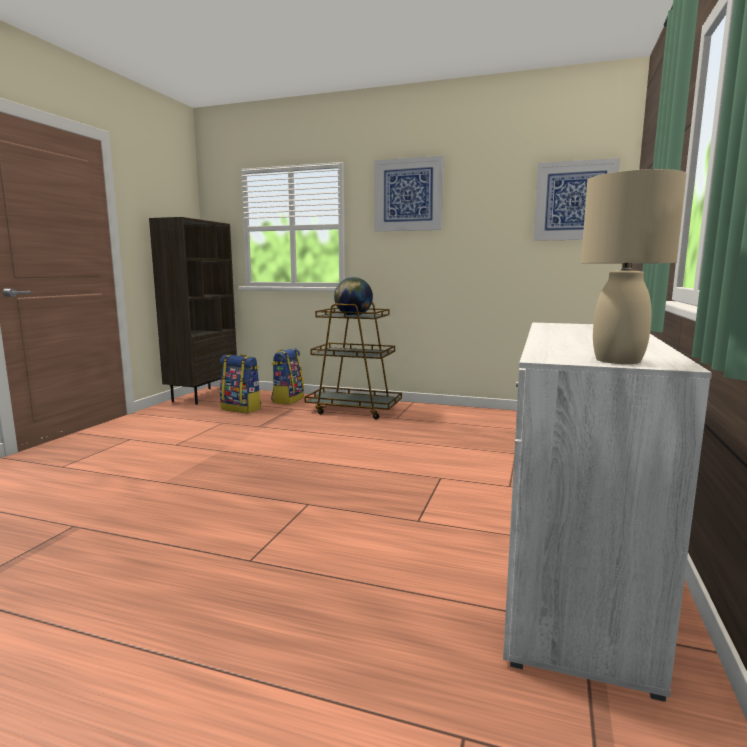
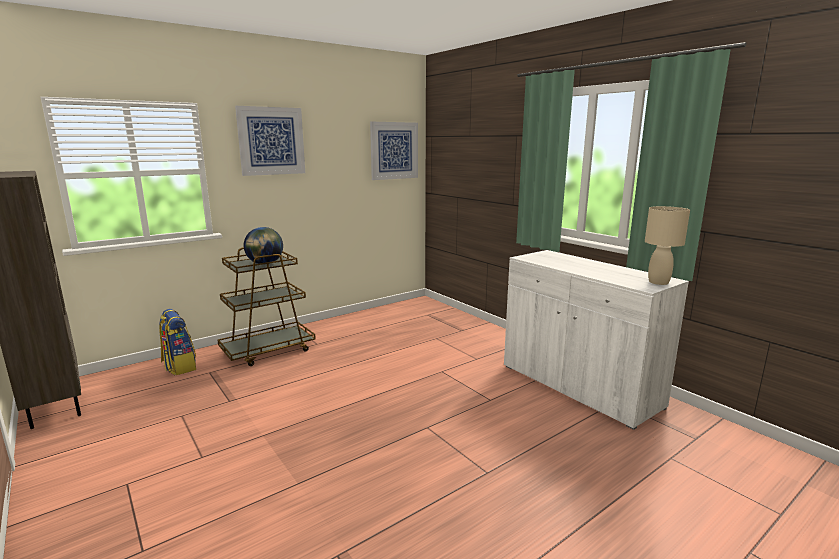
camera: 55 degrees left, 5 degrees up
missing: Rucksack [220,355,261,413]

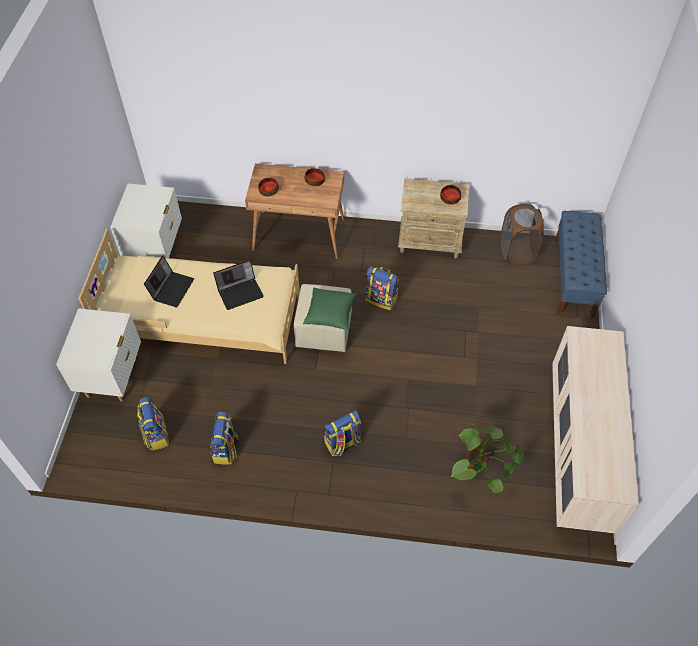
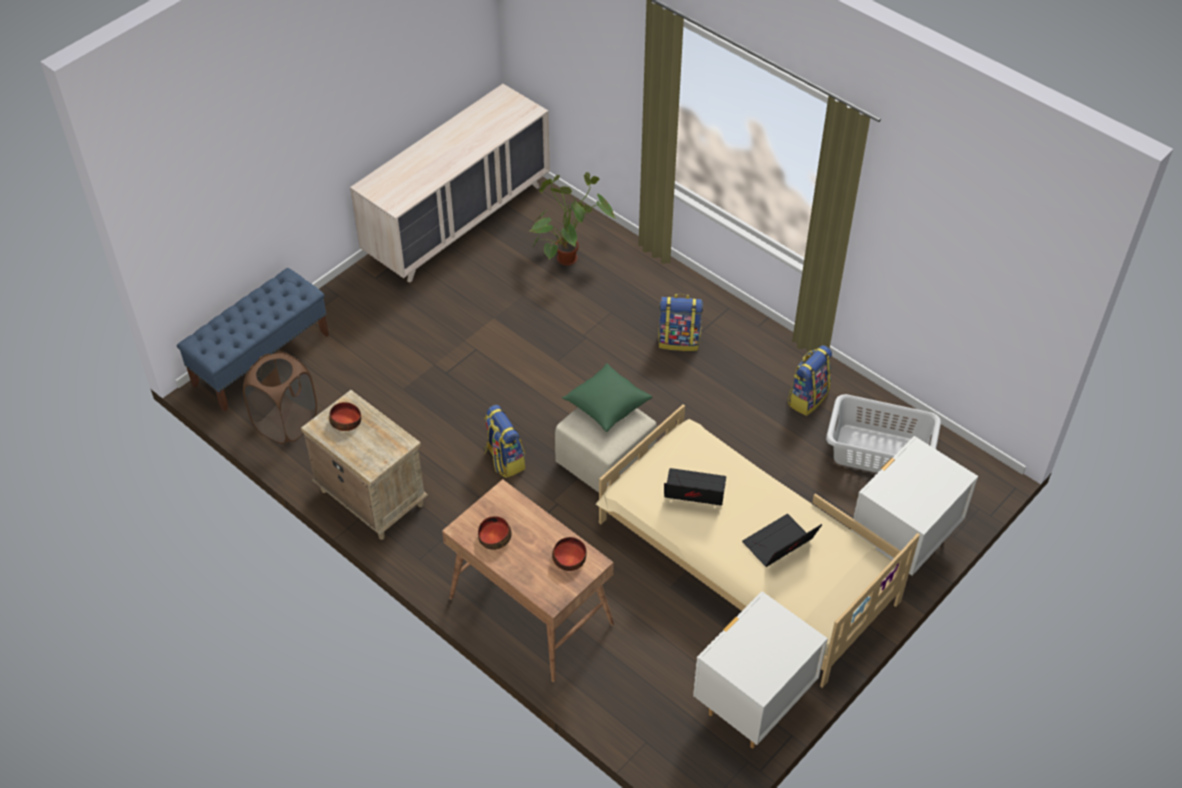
camera: 145 degrees left, 5 degrees down
exchanged: Rucksack [137,397,169,451] to Wäschekorb/grau [826,394,941,473]

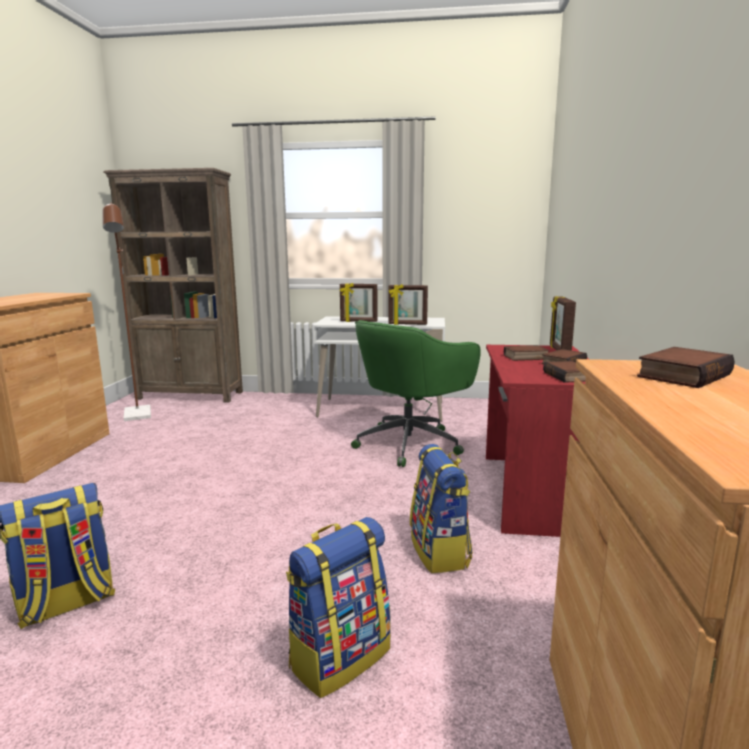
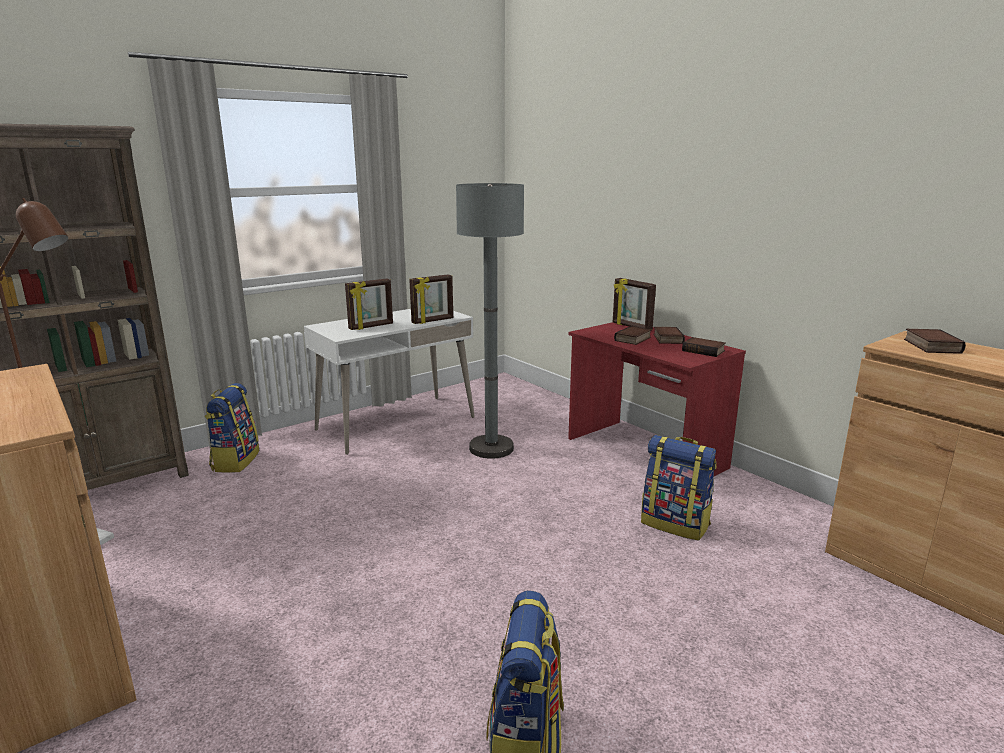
camera: 45 degrees left, 5 degrees up
relocated: Rucksack [286,517,391,698] to [205,383,259,472]
exchanged: Bürostuhl/grün [351,320,481,467] to Stehlampe/grau [456,183,524,459]

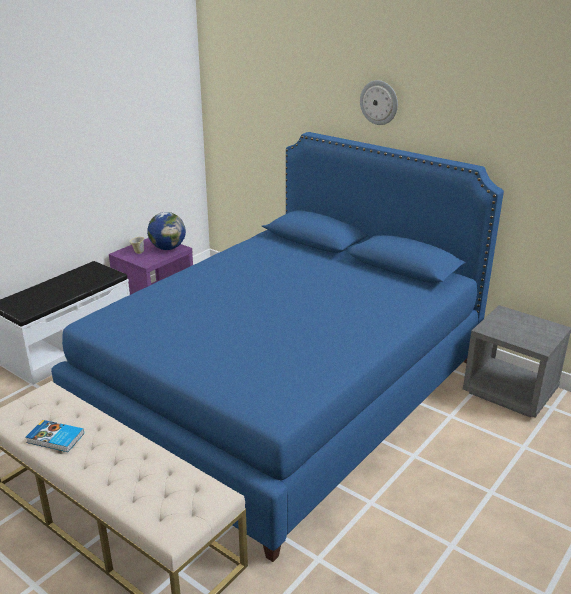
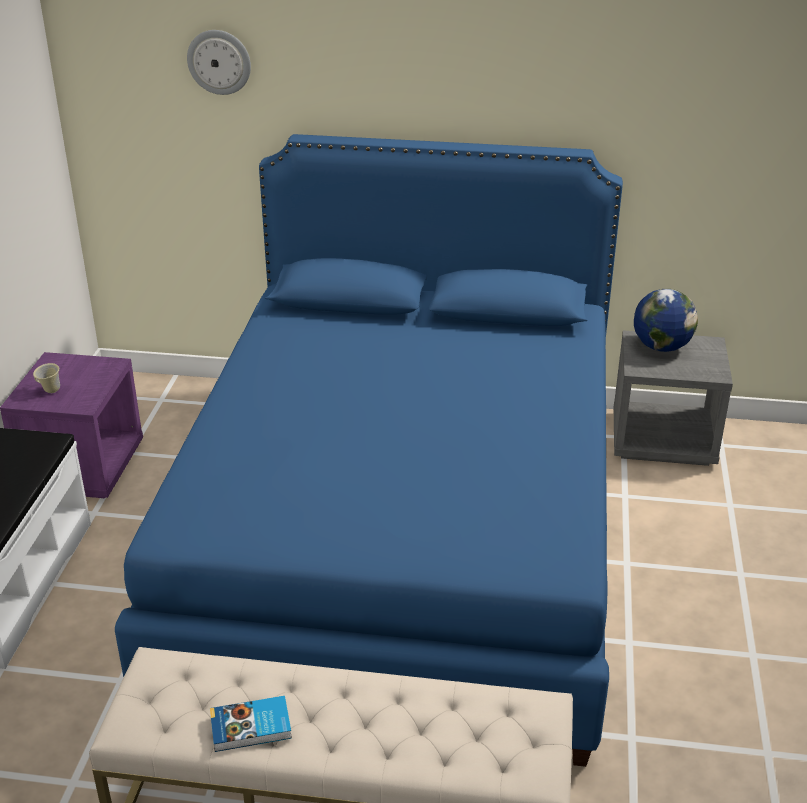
camera: 30 degrees left, 5 degrees up
relocated: Wanduhr [360,80,398,125] to [187,30,251,95]; Globus [147,212,186,250] to [634,289,698,352]

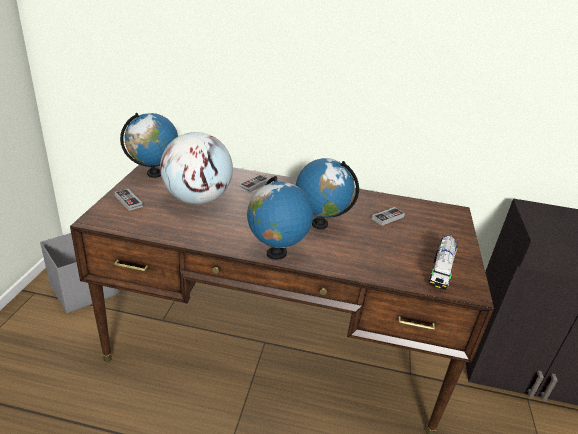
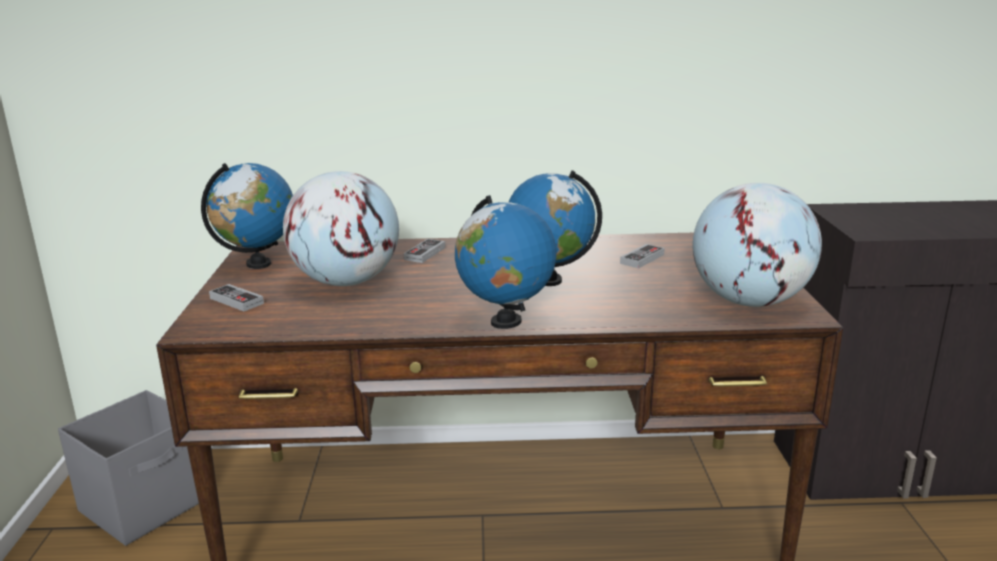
camera: 10 degrees left, 10 degrees down
exchanged: Spielzeuglaster [429,234,459,290] to Globus [693,183,822,307]

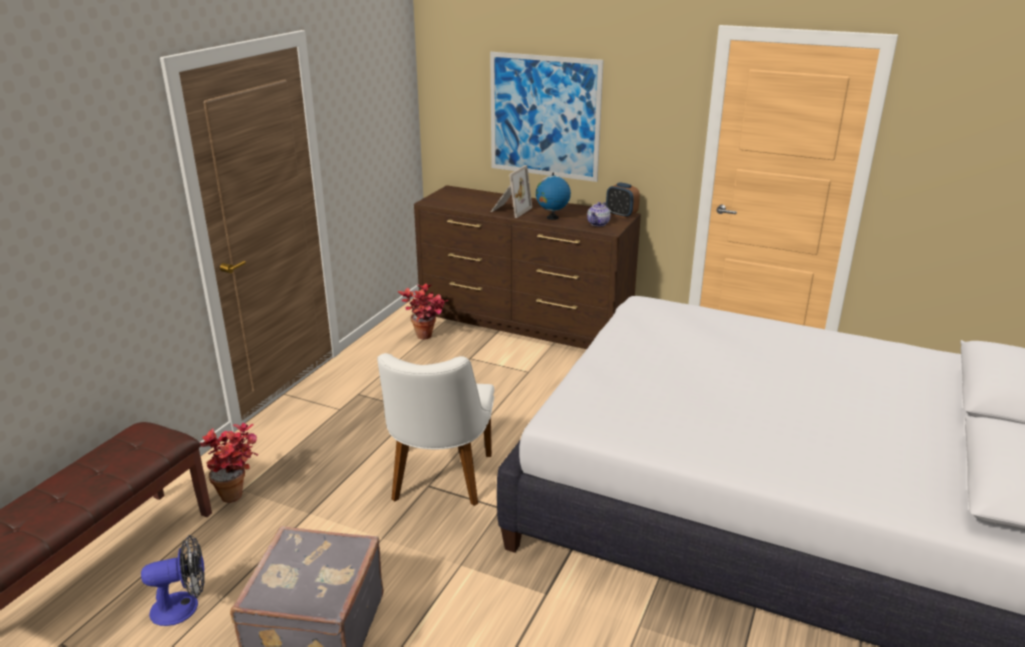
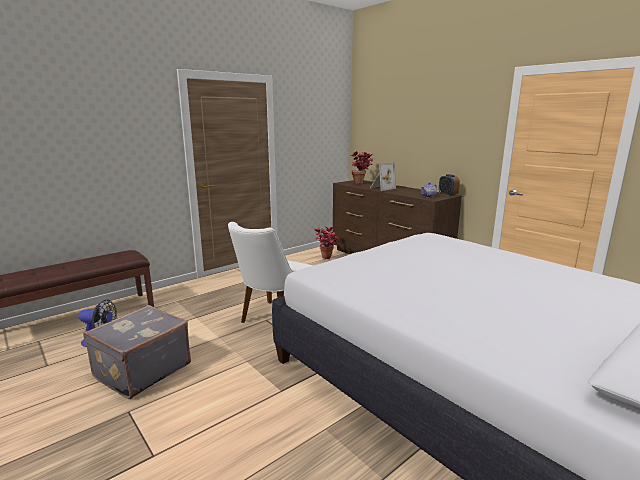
camera: 25 degrees right, 10 degrees down
missing: Bild [490,52,604,182]; Globus [536,173,571,220]
relocated: Topfpflanze [200,423,258,503] to [350,151,373,184]

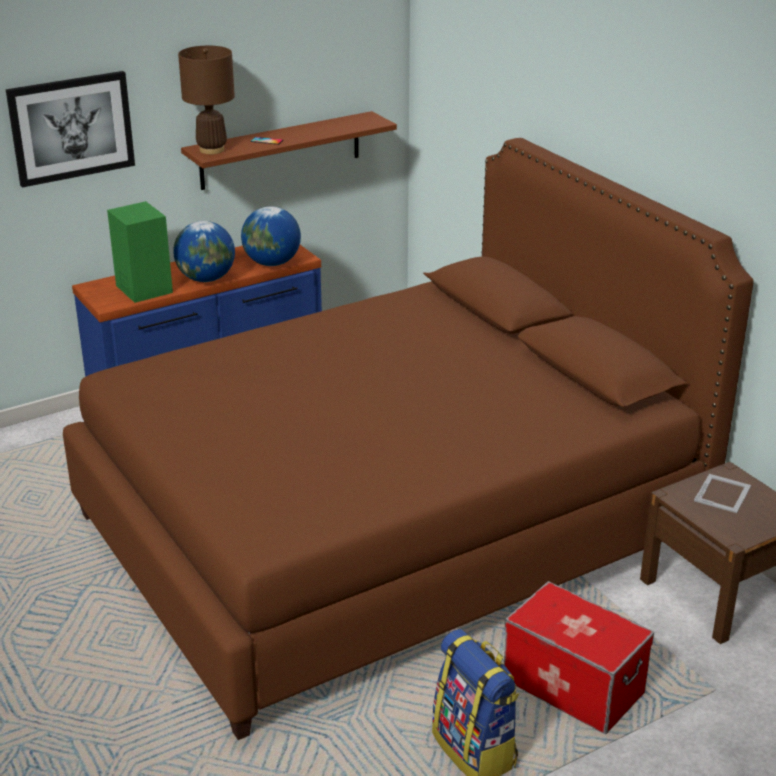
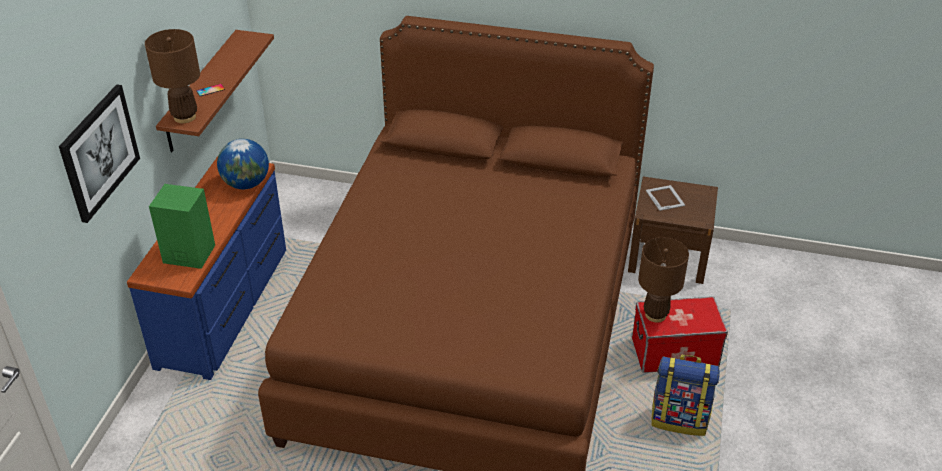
camera: 45 degrees left, 10 degrees up
missing: Globus [173,221,235,282]
appeared: Tischlampe/braun [638,237,689,323]

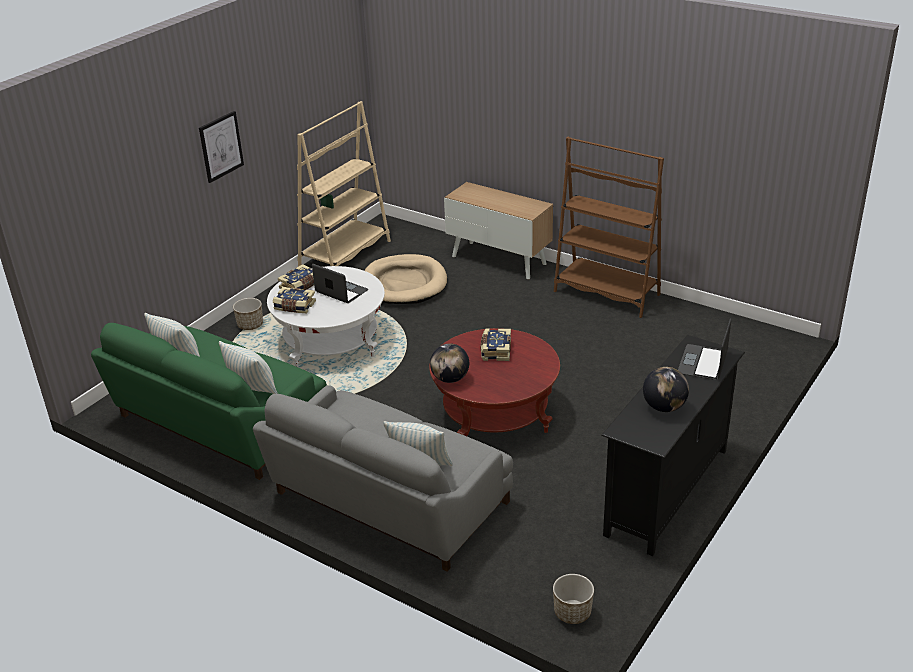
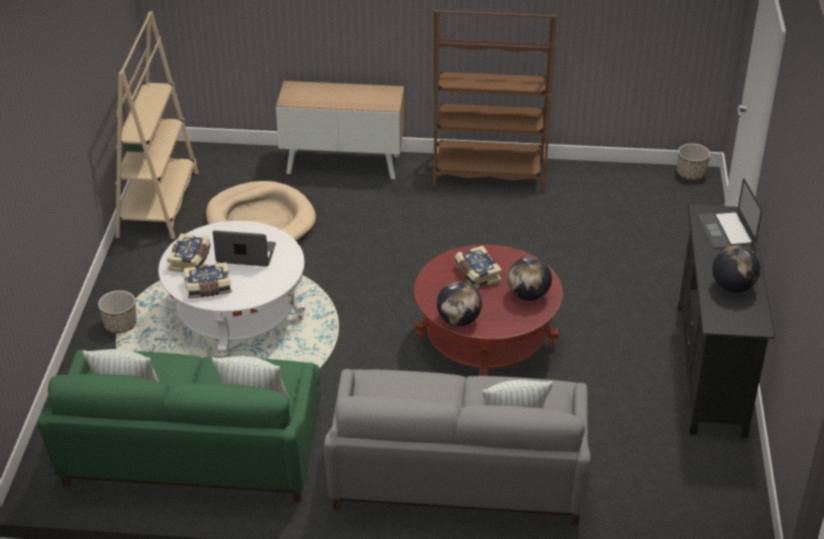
camera: 30 degrees left, 5 degrees up
missing: Bild [199,111,244,183]
appeared: Globus [508,257,552,301]
relocated: Pflanzkübel [553,574,594,624] to [677,144,710,180]

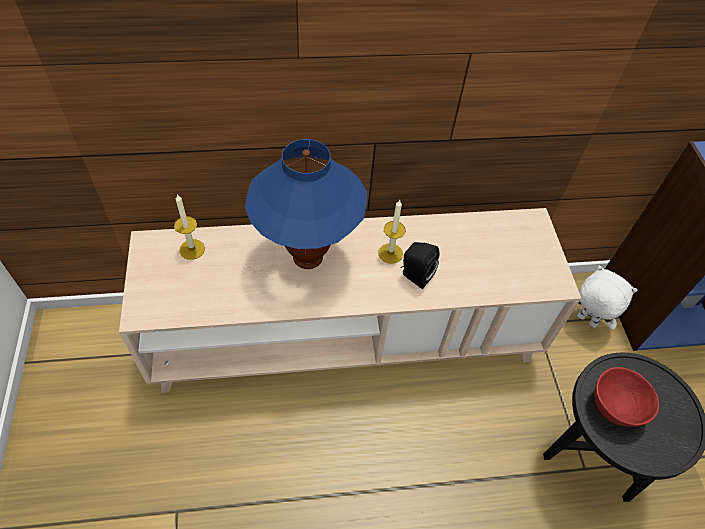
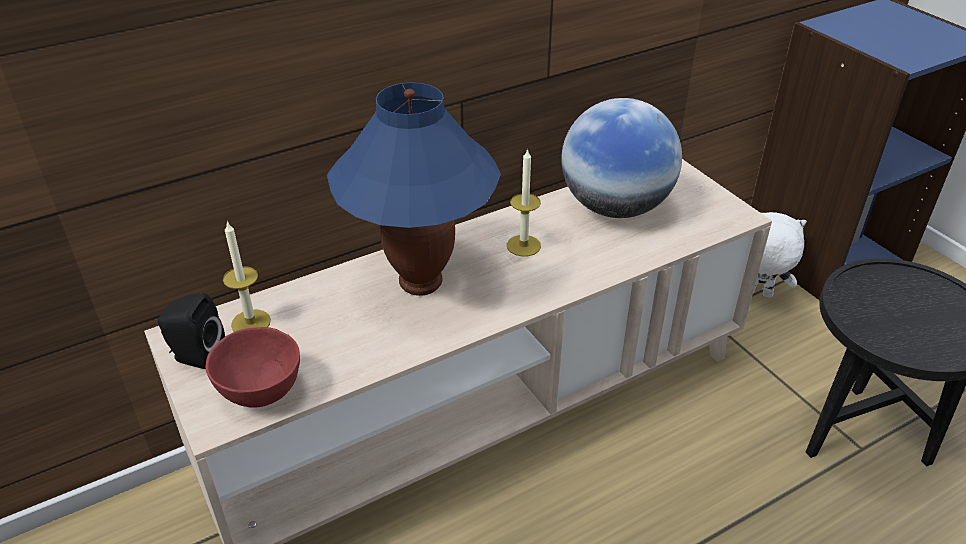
camera: 20 degrees left, 15 degrees down
appeared: Globus [561,98,682,218]
relocated: Lautsprecher/schwarz [400,242,439,289] to [158,293,225,370]; Schüssel/rot [594,367,659,427] to [205,327,300,408]

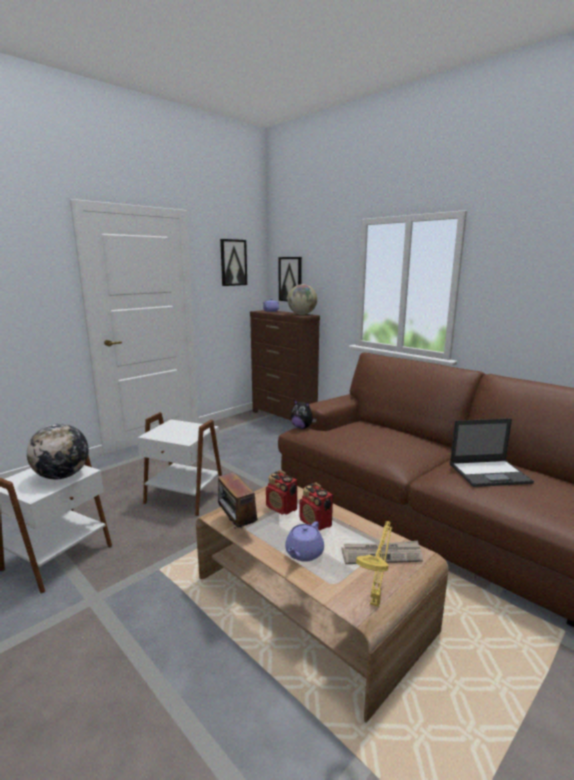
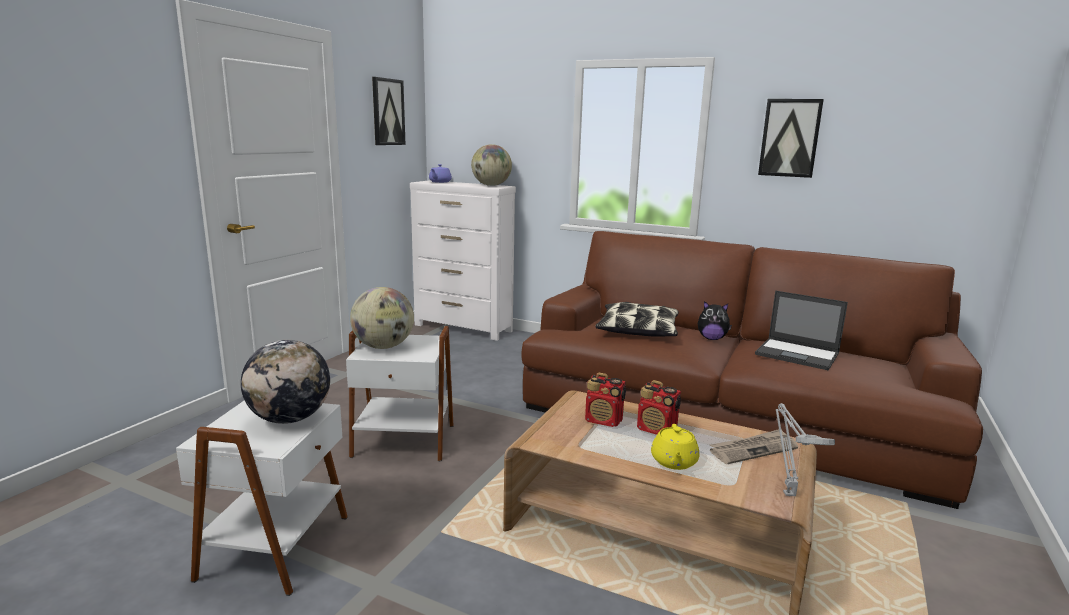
camera: 20 degrees left, 0 degrees up
missing: Radio [218,472,258,528]
appeared: Globus [350,287,414,349]; Kissen [595,302,679,337]
relocated: Plüschtier [291,399,317,429] to [698,301,732,340]; Bild [278,257,302,301] to [758,99,824,178]
colour: Kommode/braun [250,310,320,421] to Kommode/weiß [410,180,516,341]; Teekanne/lila [285,521,324,562] to Teekanne/gelb [651,424,699,470]; Tischlampe/gelb [356,521,393,607] to Tischlampe/grau [776,403,835,496]
spun: Laptop [450,418,534,487] = [755,290,848,370] 60 degrees clockwise

